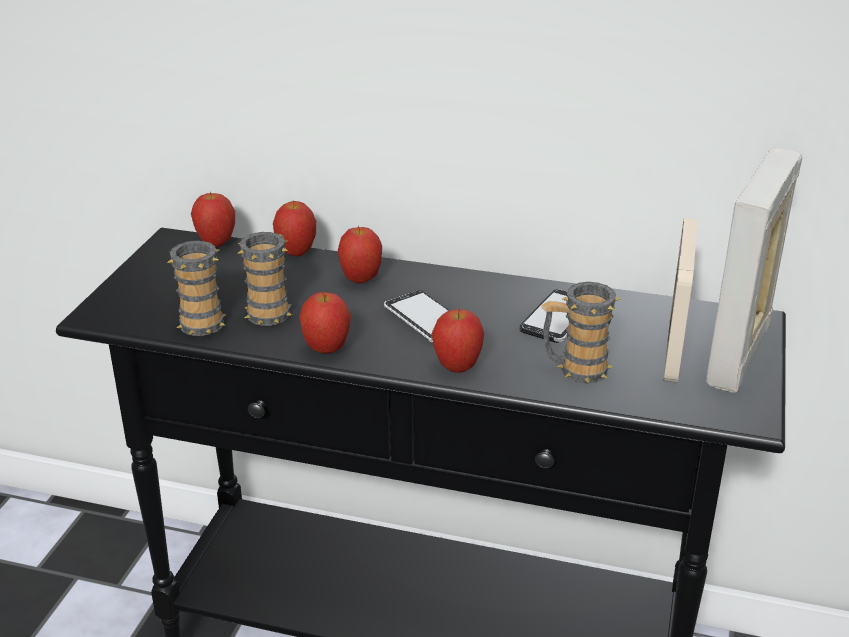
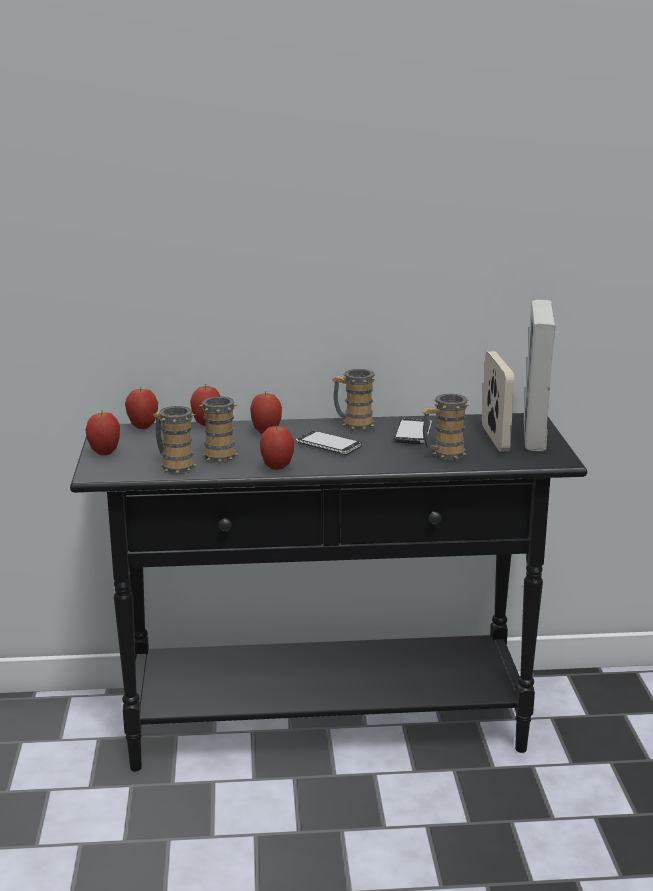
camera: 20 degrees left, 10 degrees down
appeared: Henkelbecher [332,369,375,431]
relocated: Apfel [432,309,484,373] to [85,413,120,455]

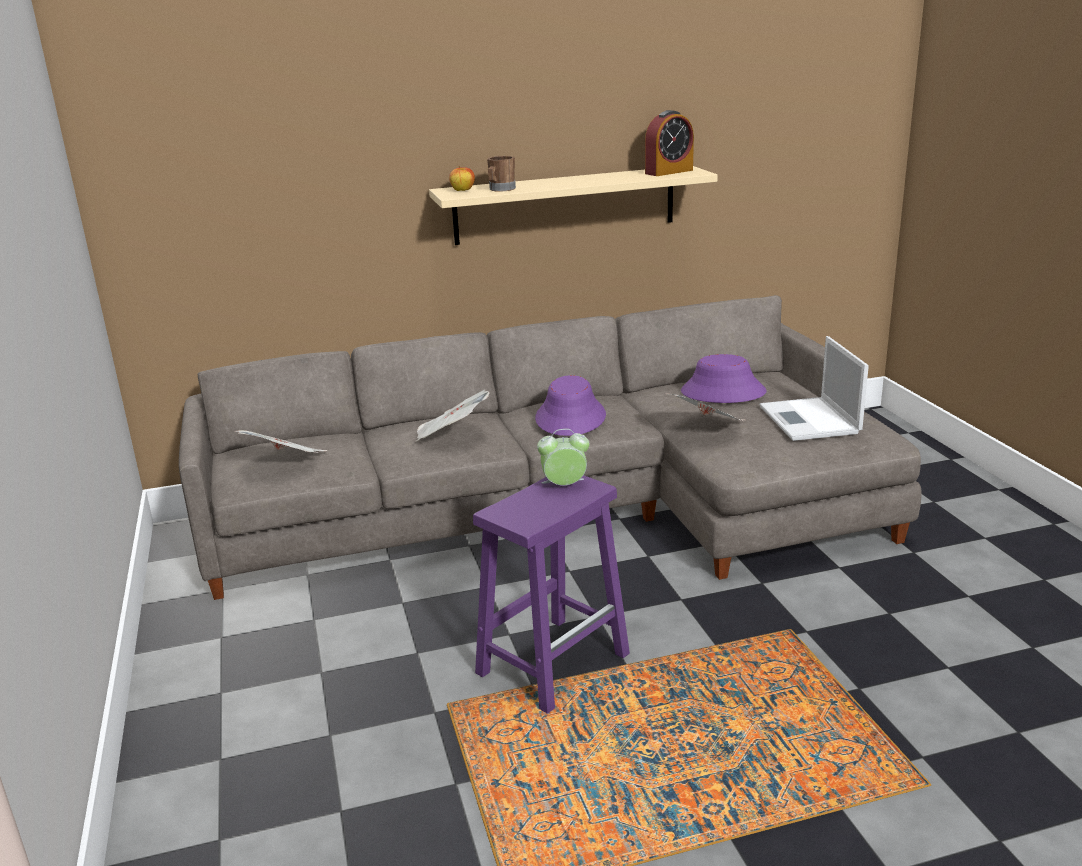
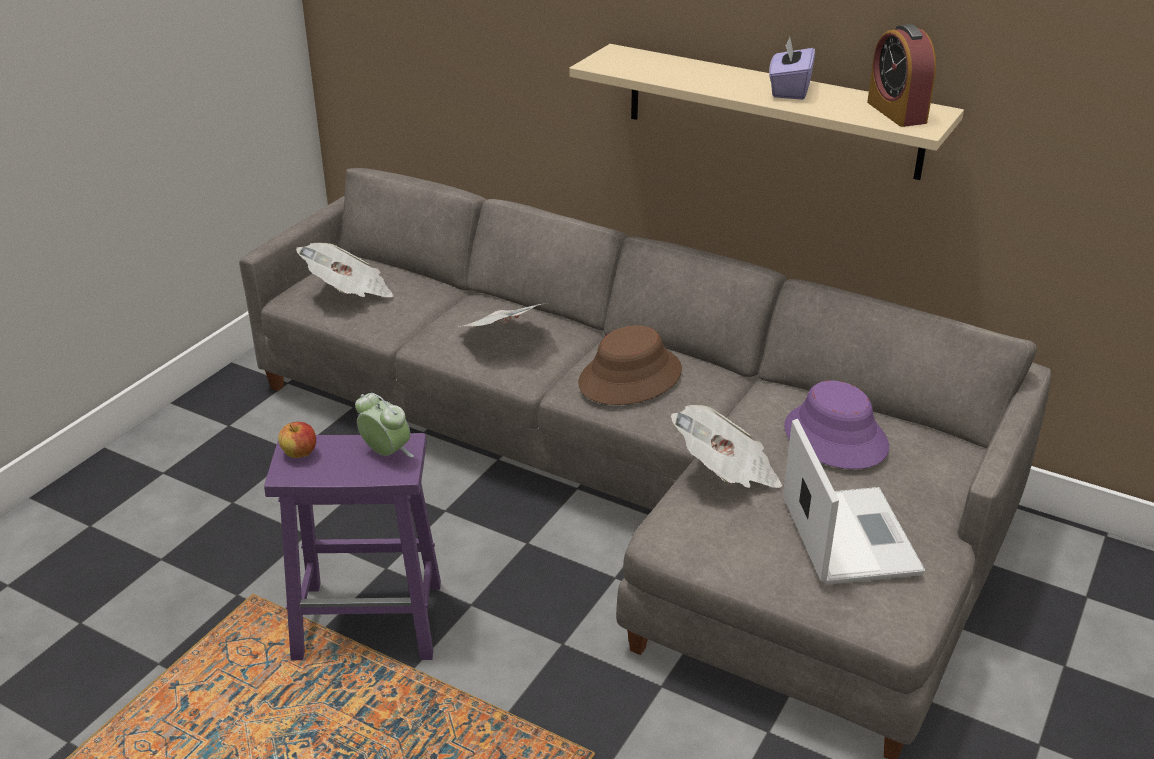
camera: 45 degrees right, 10 degrees up
missing: Henkelbecher/braun [487,156,516,192]
appeared: Taschentuchbox/lila [769,37,815,100]
relocated: Apfel [449,166,475,191] to [278,422,316,458]
colour: Hut/lila [535,375,606,436] to Hut/braun [578,325,682,405]
spun: Laptop [759,336,869,441] = [783,419,925,585] 135 degrees clockwise; Wecker [645,110,694,176] = [867,24,936,127] 60 degrees clockwise

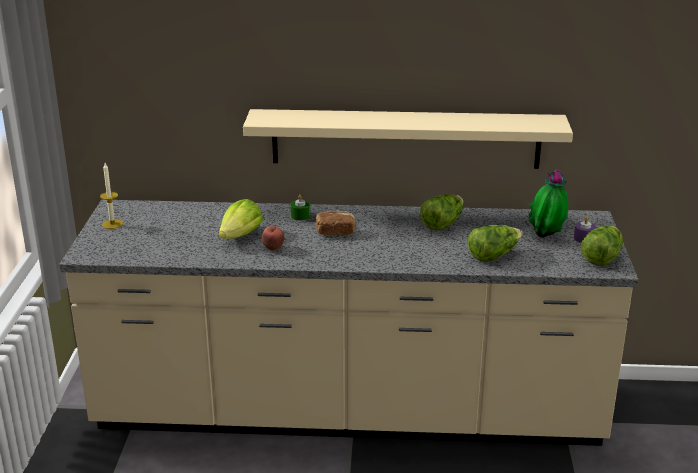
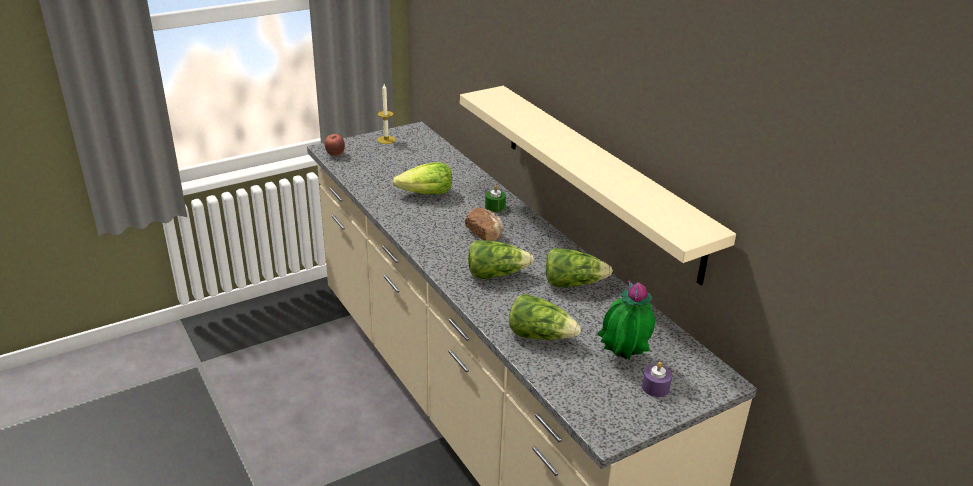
camera: 55 degrees right, 5 degrees up
relocated: Apfel [262,226,284,251] to [325,134,345,156]; Salatkopf [581,226,623,266] to [468,240,534,279]

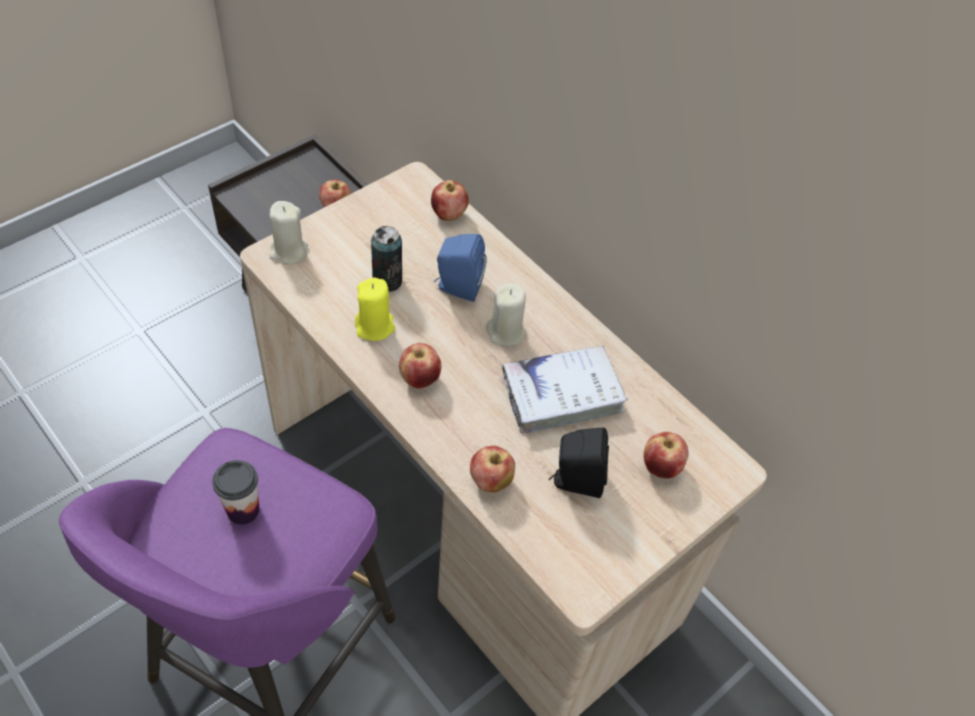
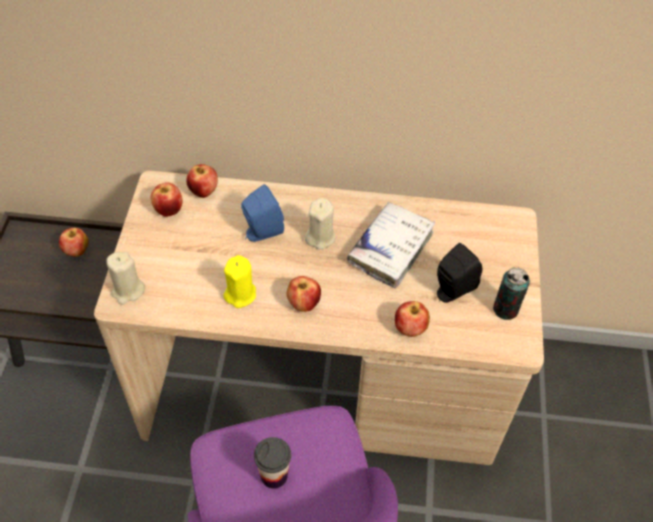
camera: 40 degrees left, 0 degrees up
relocated: Apfel [643,432,689,479] to [151,182,183,217]; Dose [371,226,402,292] to [493,267,530,320]

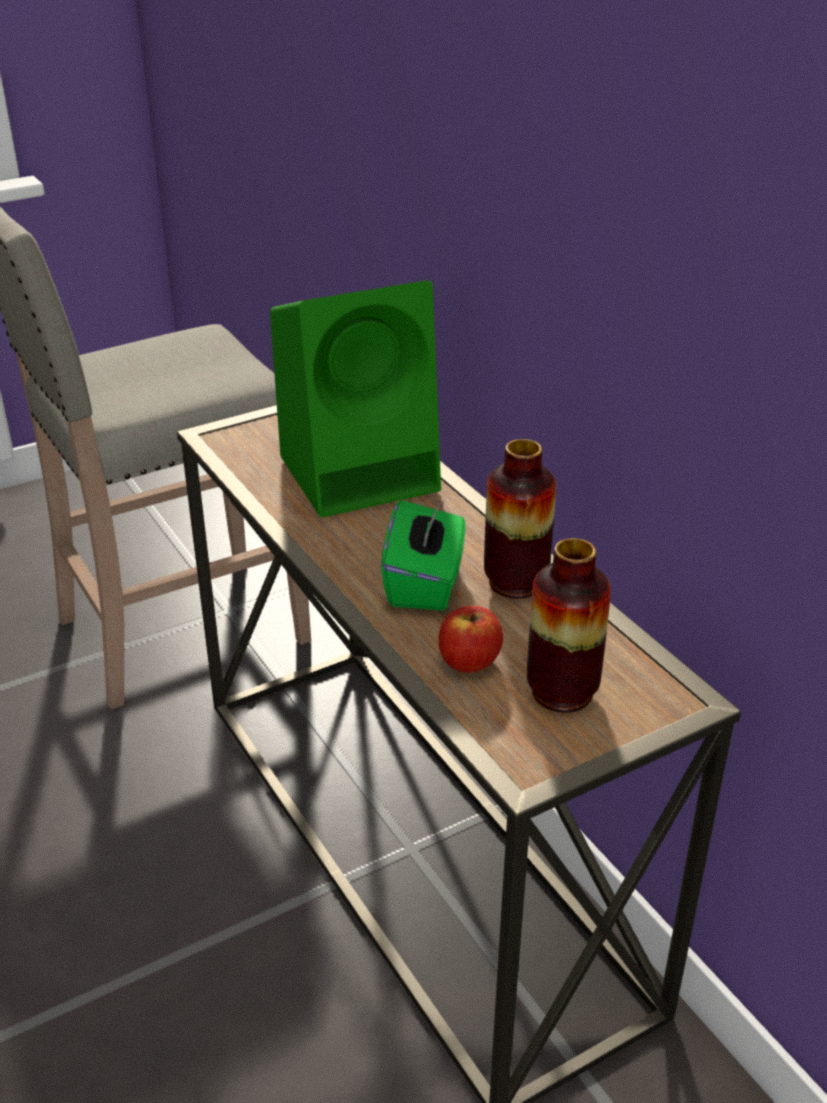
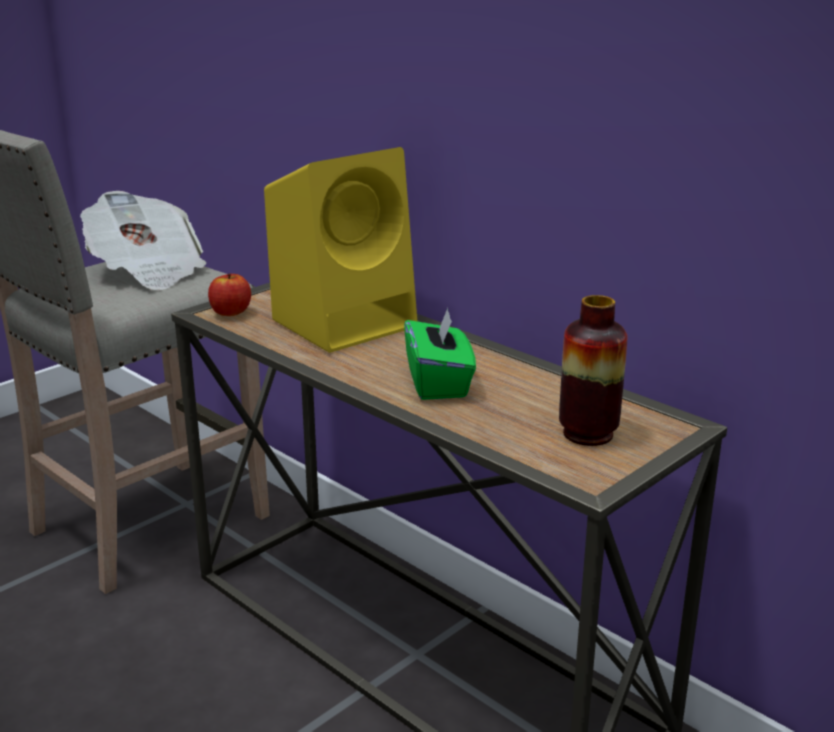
camera: 15 degrees left, 10 degrees down
missing: Vase [484,439,556,599]
appeared: Zeitung [80,191,206,291]
relocated: Apfel [439,606,503,673] to [208,274,251,316]
colour: Lautsprecher/grün [270,280,441,518] to Lautsprecher/gelb [264,147,417,353]

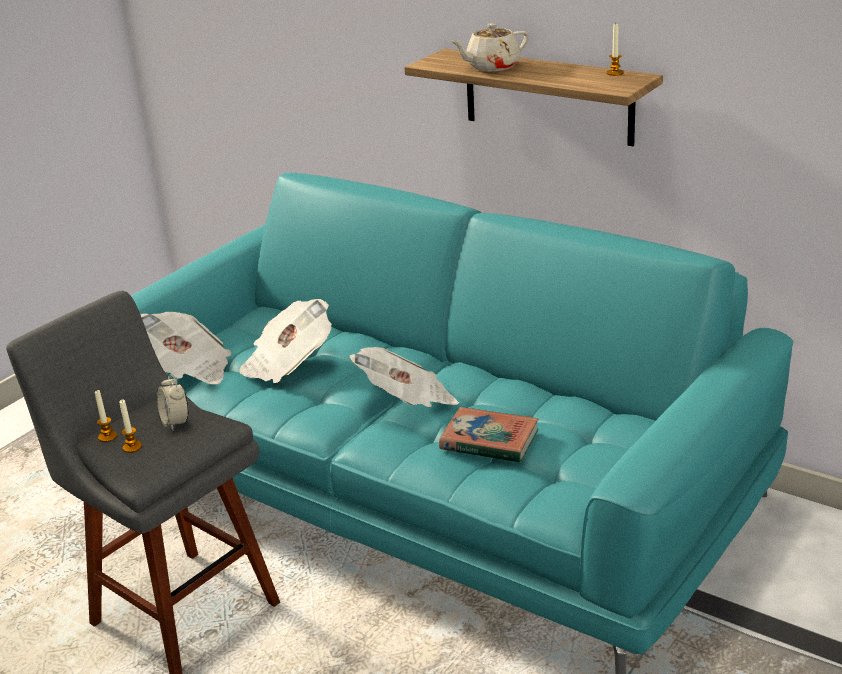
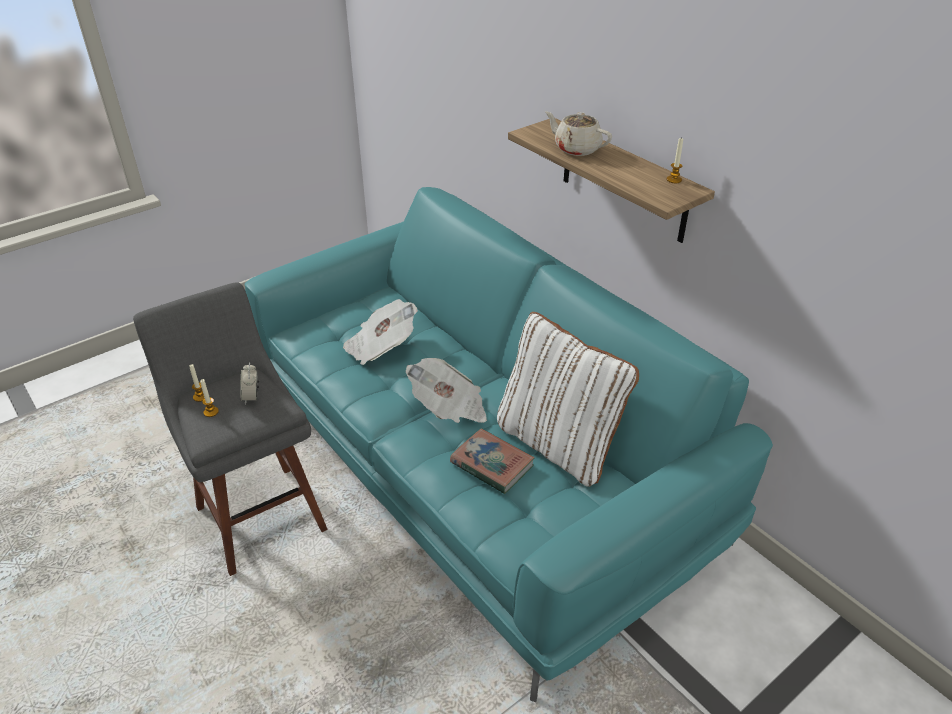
camera: 15 degrees right, 10 degrees up
missing: Zeitung [140,312,231,384]
appeared: Kissen/weiß [497,312,639,487]
spun: Teekanne/beige [450,23,529,71] = [545,111,612,156] 45 degrees clockwise

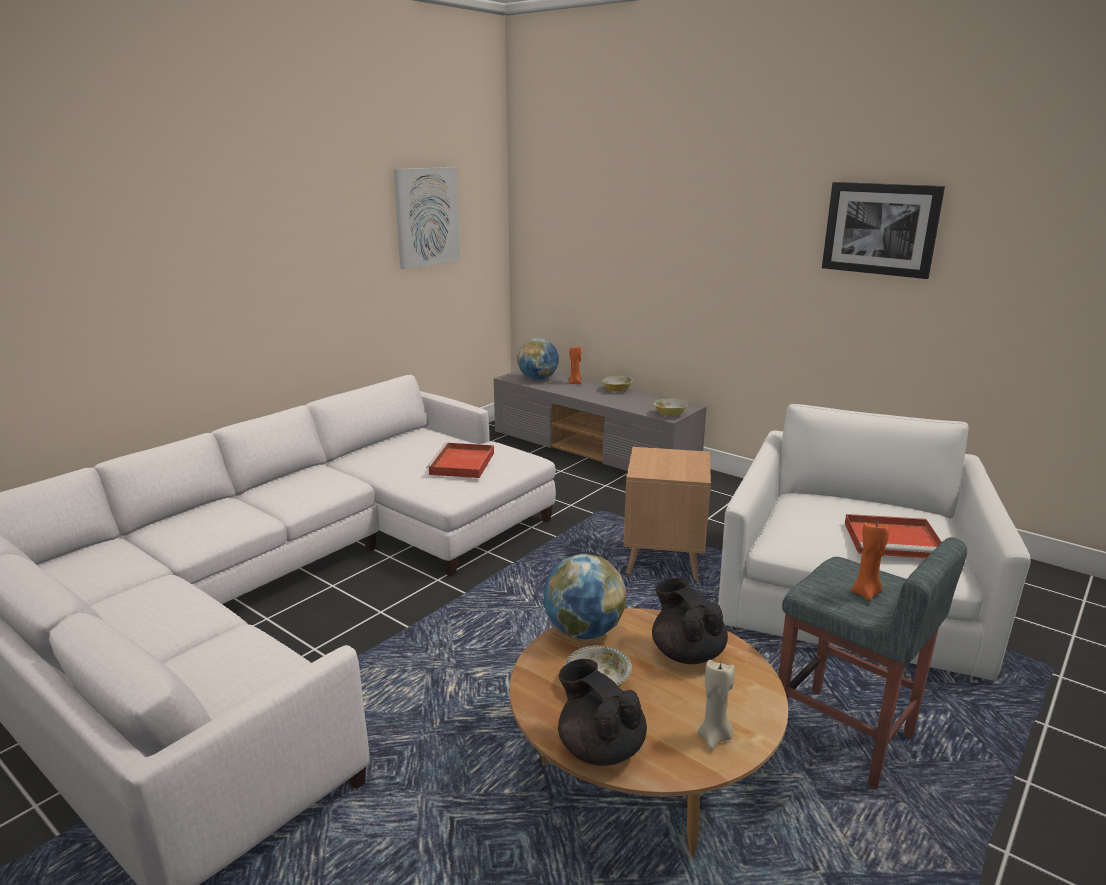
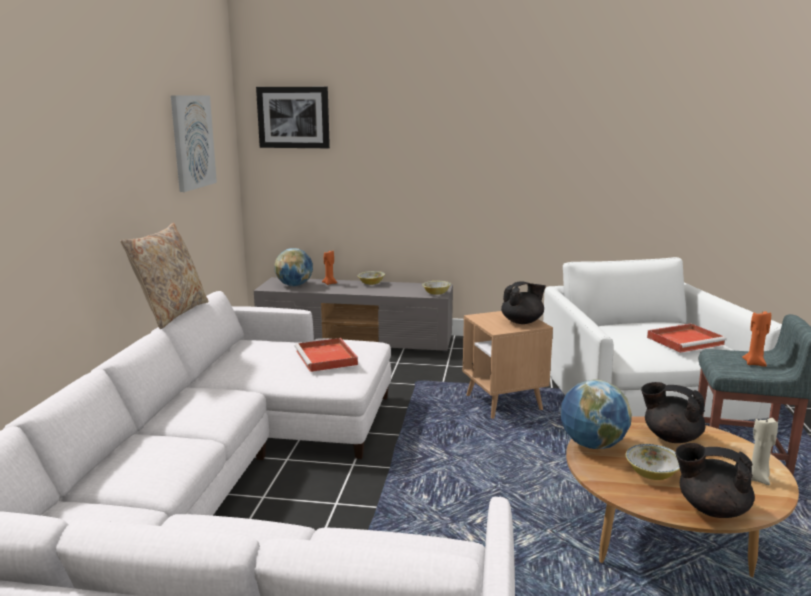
camera: 30 degrees left, 5 degrees down
appeared: Kissen/beige [120,223,209,329]; Teekanne/schwarz [501,281,546,324]
relocated: Bild [822,182,945,279] to [256,87,330,148]

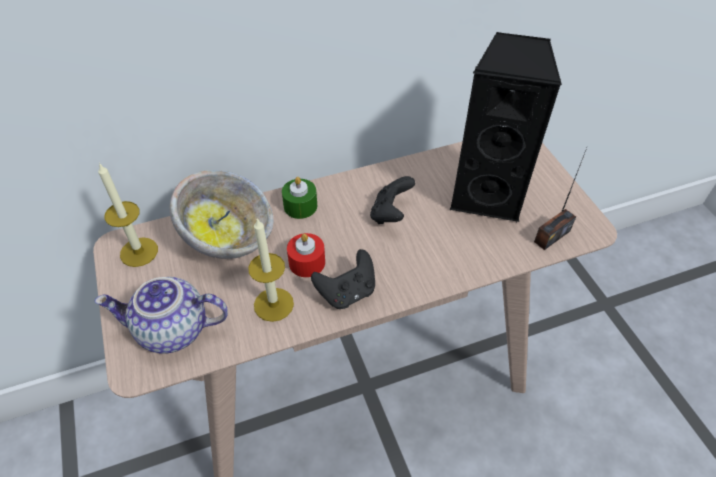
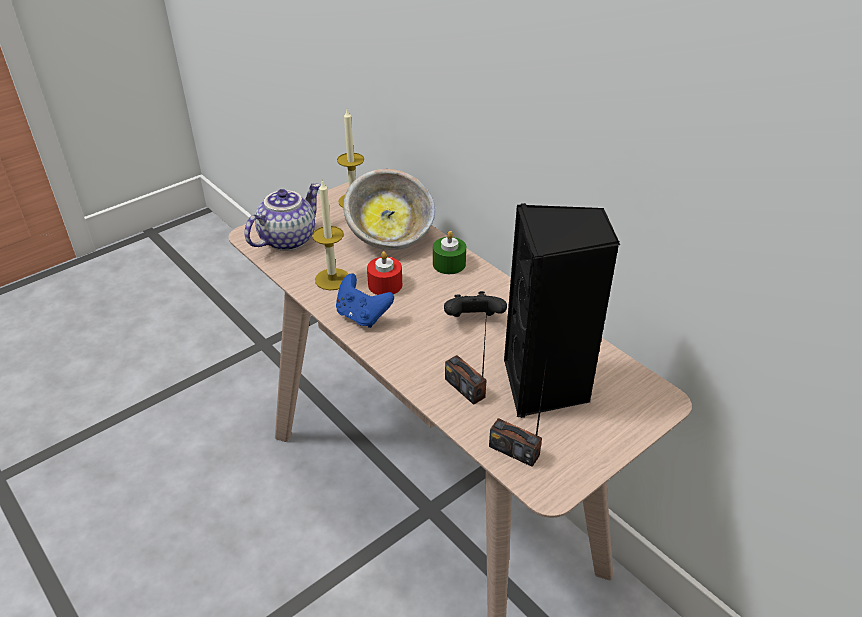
camera: 70 degrees right, 10 degrees down
appeared: Radio [445,309,487,405]
colour: Gamepad/schwarz [311,249,375,309] to Gamepad/blau [336,274,394,328]
spun: Teekanne [95,277,228,354] = [244,183,321,251] 60 degrees clockwise

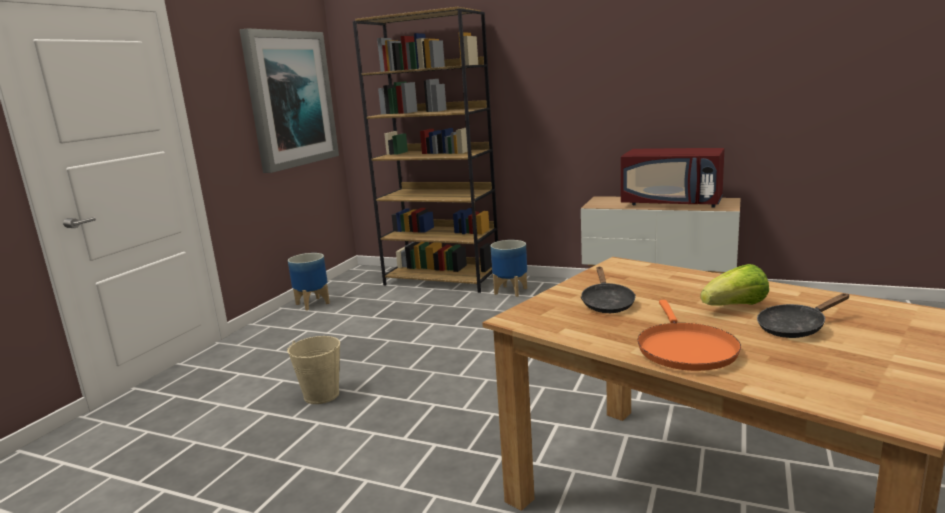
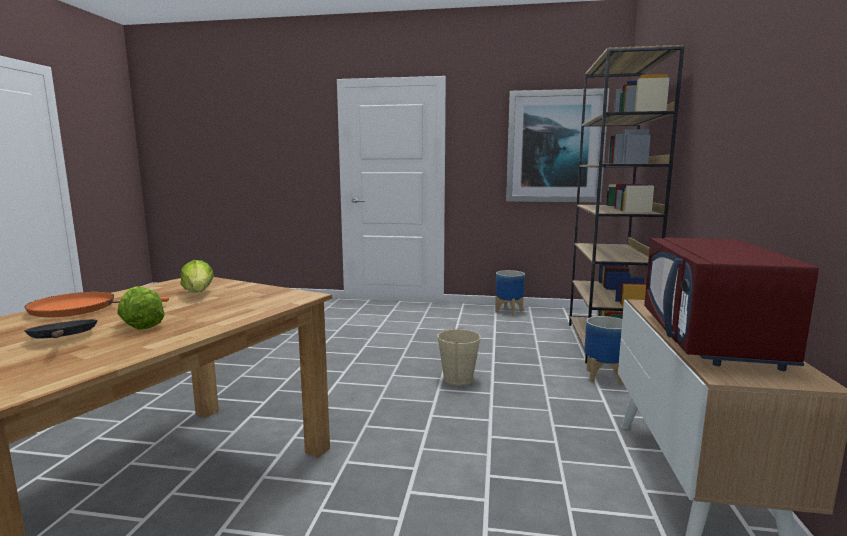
camera: 75 degrees right, 5 degrees down
relocated: Eimer/beige [287,336,340,404] to [437,327,481,386]
exchanged: Pfanne/schwarz [581,267,636,313] to Salatkopf [181,260,214,293]

